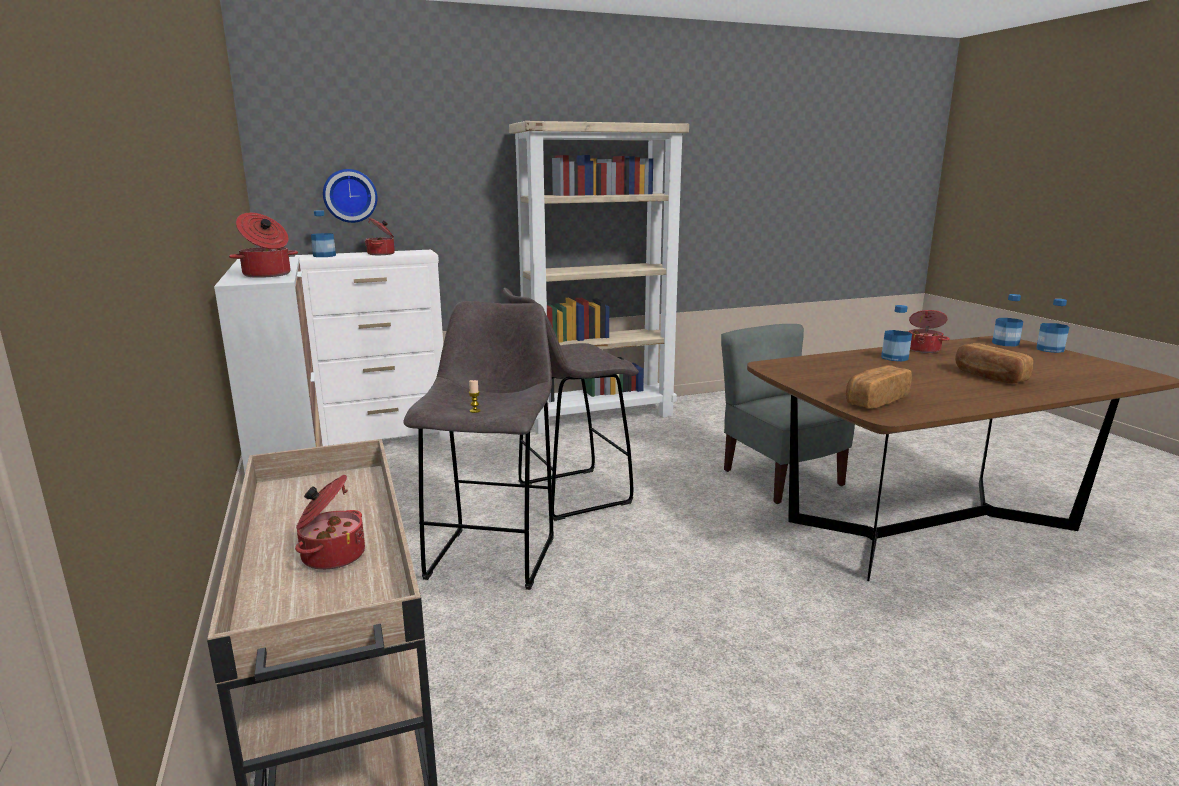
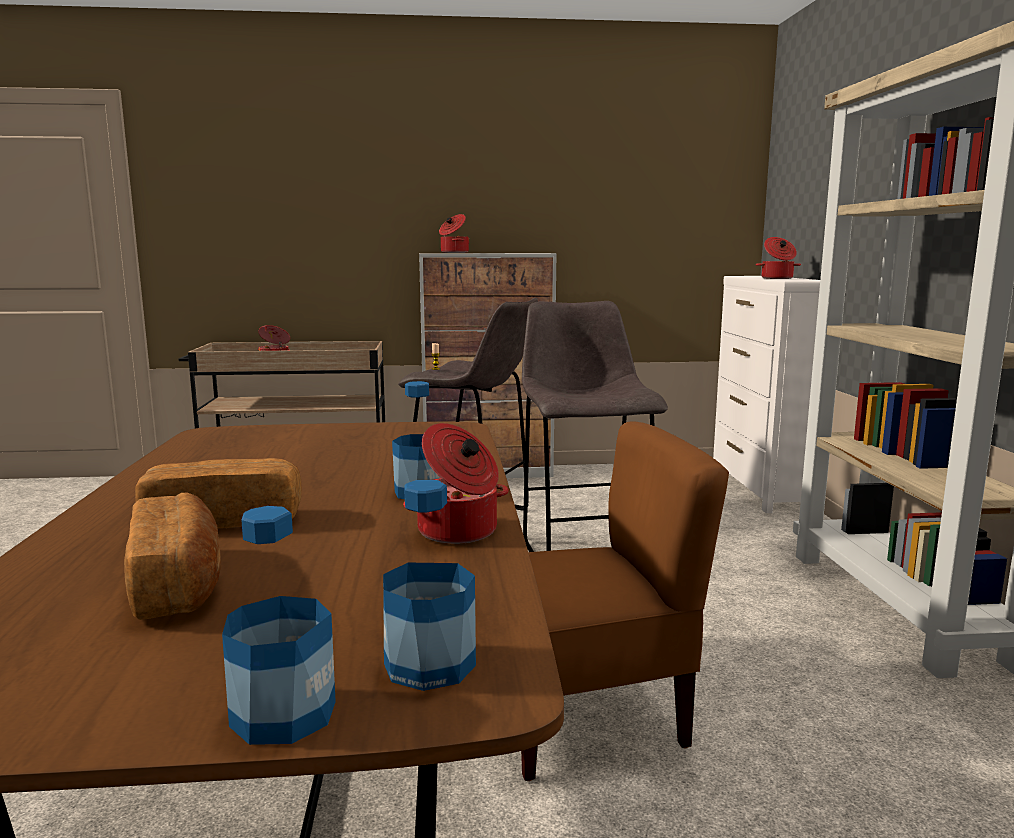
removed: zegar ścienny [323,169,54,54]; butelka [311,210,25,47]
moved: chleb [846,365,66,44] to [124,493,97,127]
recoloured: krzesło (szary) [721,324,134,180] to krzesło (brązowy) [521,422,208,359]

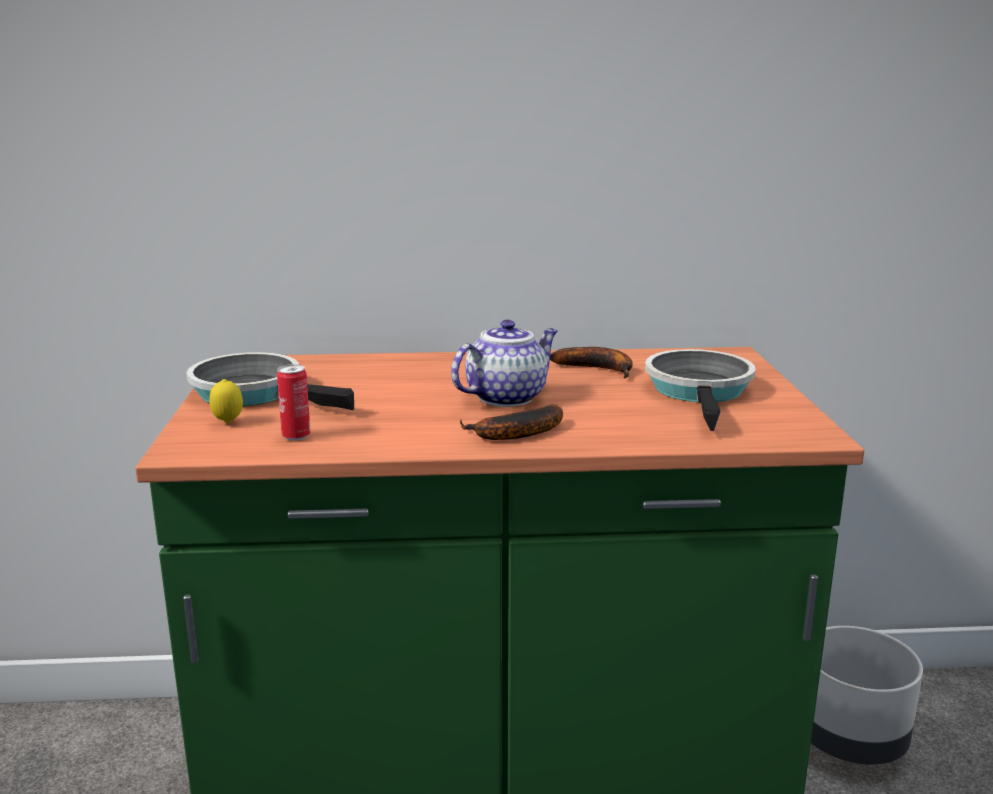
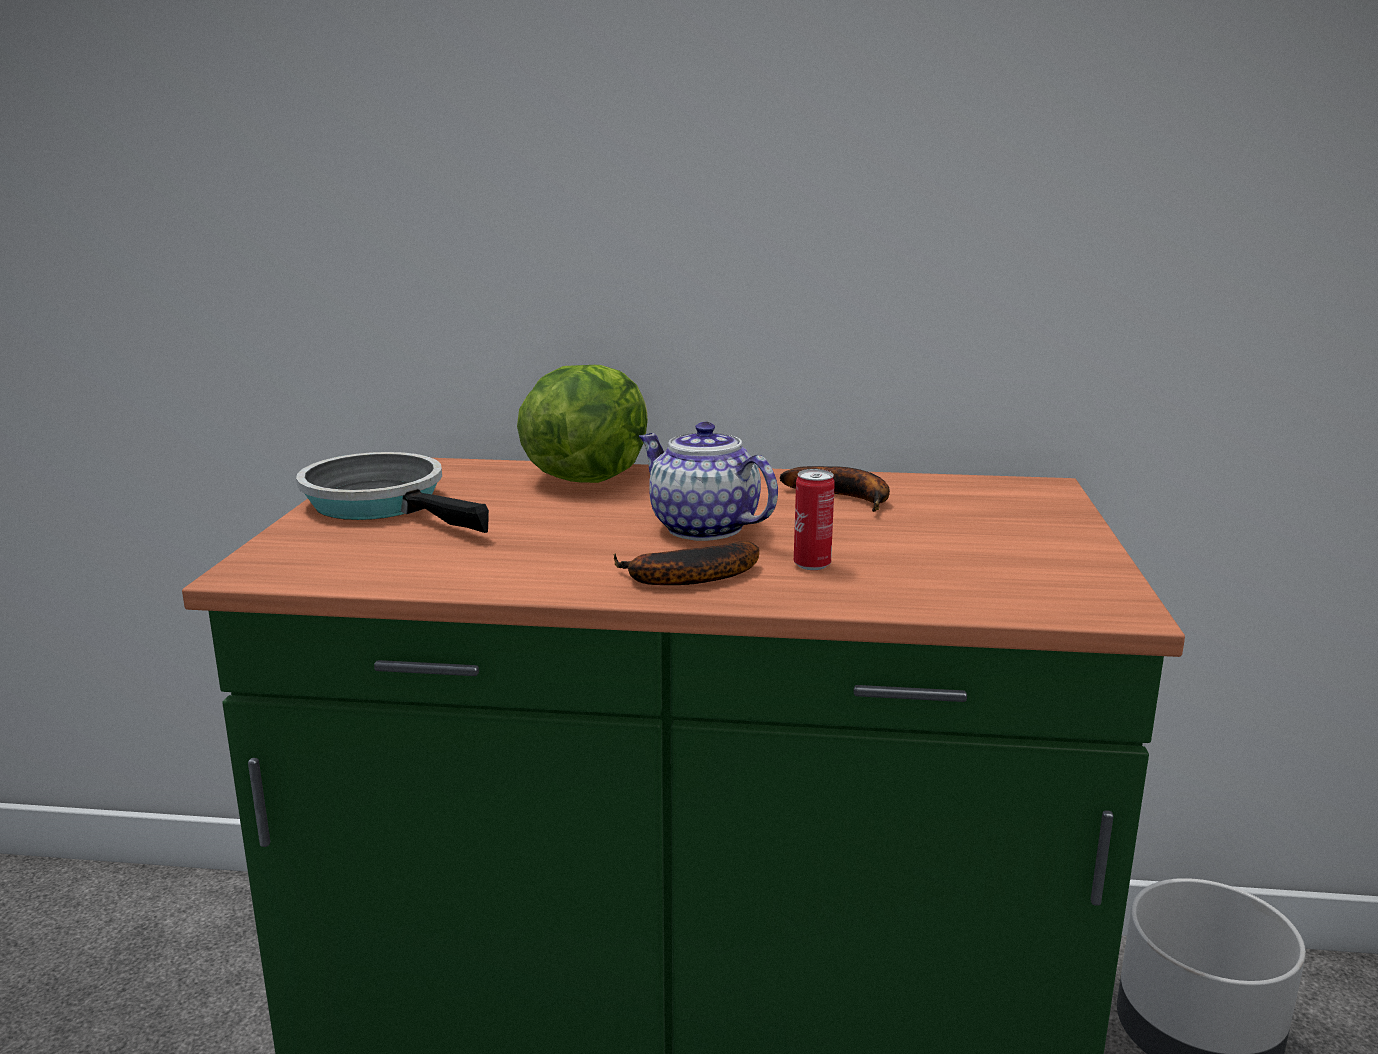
removed: patelnia [645,349,110,82]; cytryna [209,379,34,44]
added: sałata [517,365,131,118]
moved: puszka [277,364,33,77] to [794,469,41,101]
turned: imbryk [451,320,107,87] = [639,422,139,119] 105 degrees counterclockwise

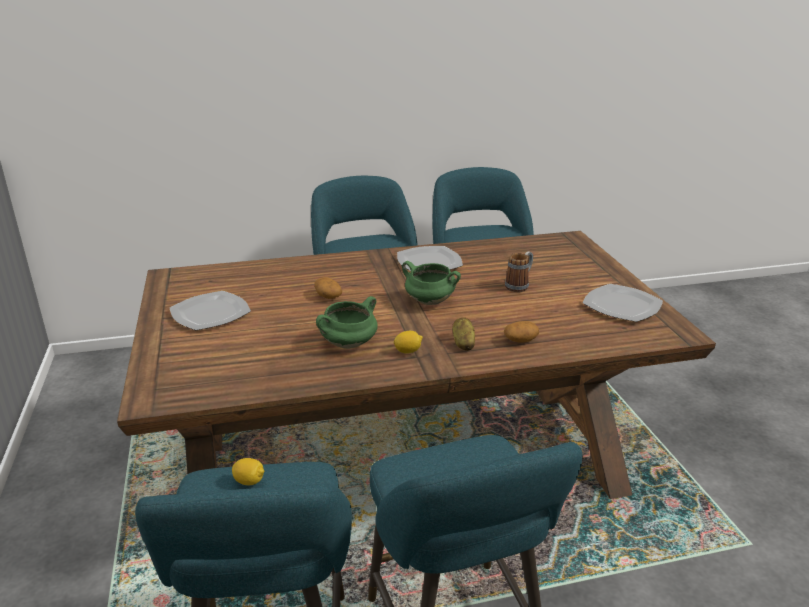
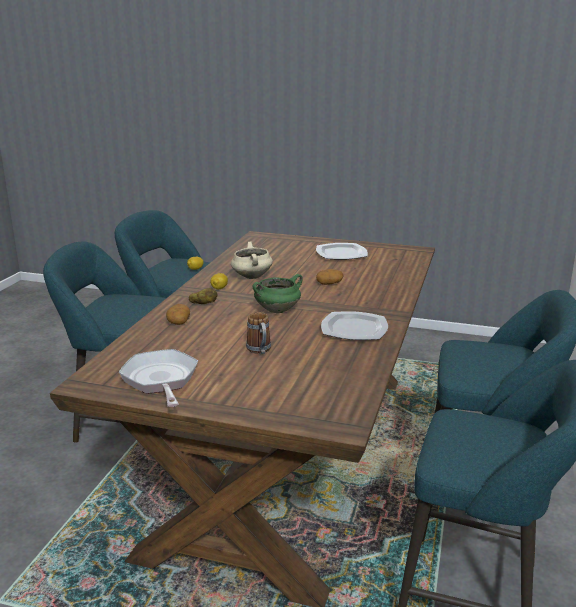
replaced: talerz [583,284,80,38] to patelnia [119,349,79,58]
recoloured: garnek (zielony) [316,296,62,53] to garnek (beżowy) [231,241,42,38]

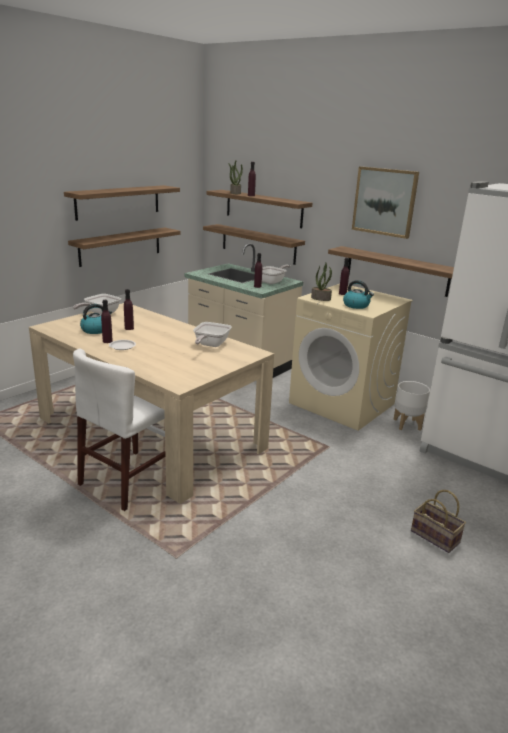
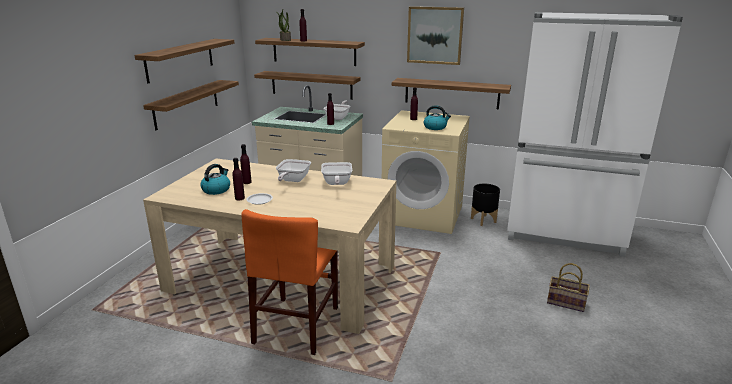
removed: roślina doniczkowa [311,262,21,39]
moved: patelnia [73,294,48,20] to [276,159,35,23]
recoloured: krzesło (biały) [73,348,92,163] to krzesło (pomarańczowy) [241,209,97,146]; donica (biały) [393,381,37,50] to donica (czarny) [471,184,29,42]

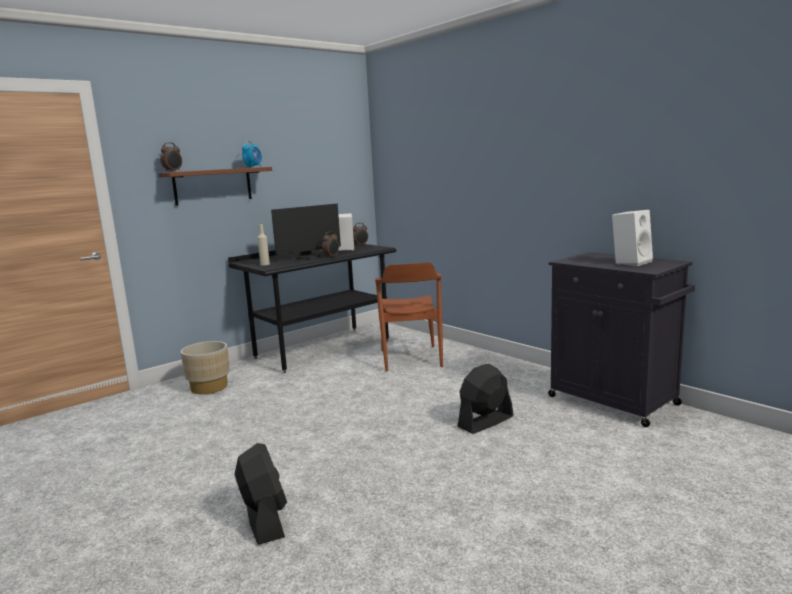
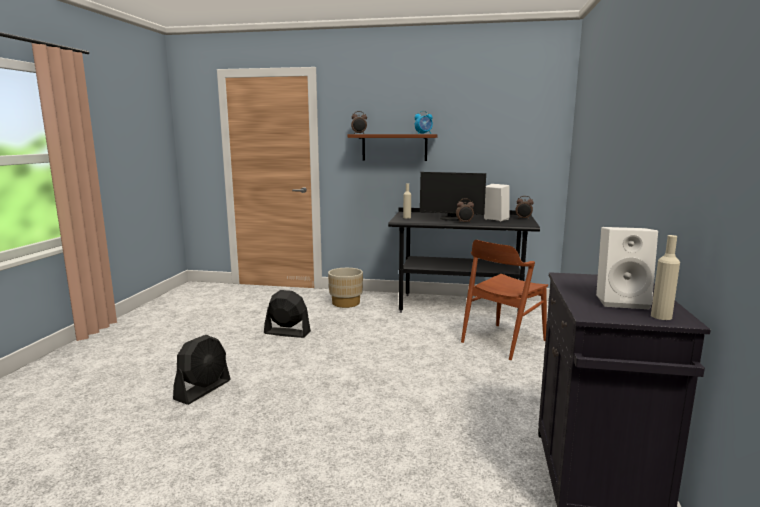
added: butelka (beżowy) [651,235,29,85]
moved: wentylator (czarny) [457,364,56,70] to [264,290,47,48]

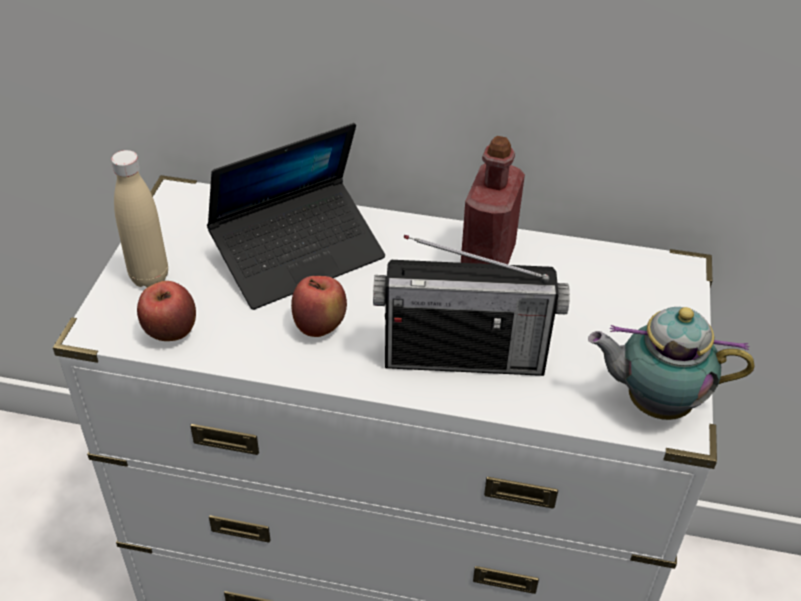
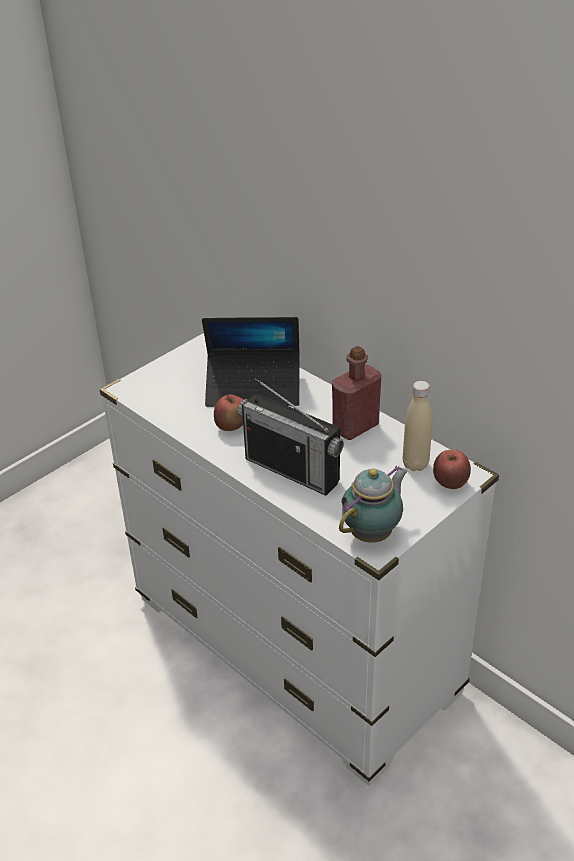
moved: butelka (beżowy) [111,150,57,137] to [403,381,29,90]; jabłko [137,281,59,60] to [433,450,38,39]
turned: imbryk [588,307,167,113] = [339,465,69,78] 90 degrees clockwise

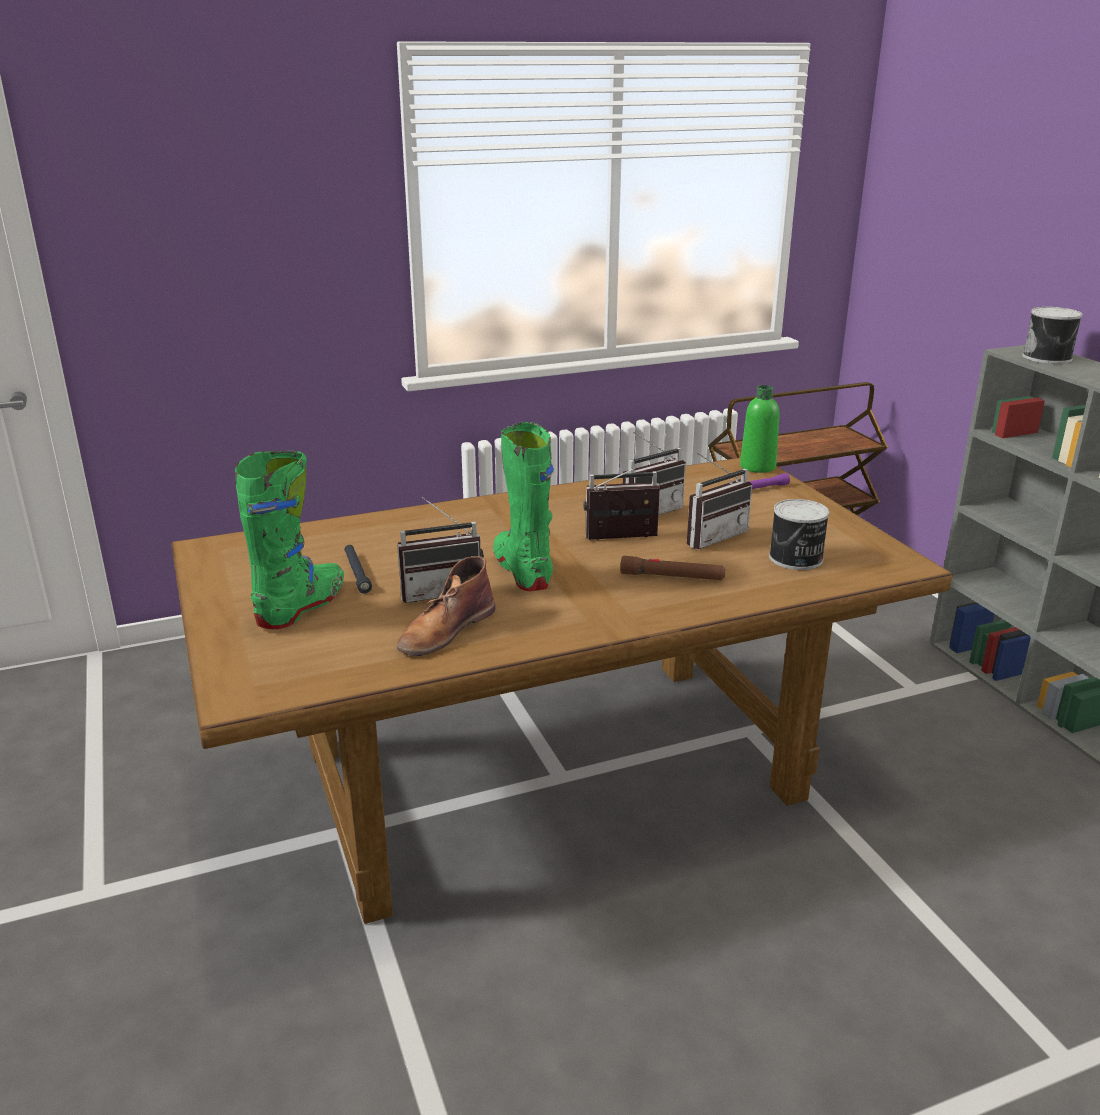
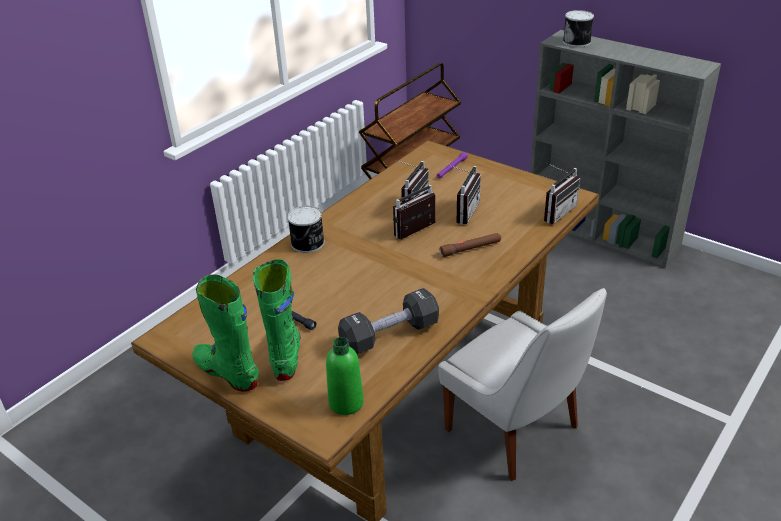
added: krzesło (biały) [438,288,169,193]
moved: butelka (zielony) [740,385,39,88] to [326,337,38,78]; but z cholewką (zielony) [493,422,61,170] to [193,274,66,118]; radio [397,497,87,106] to [544,163,36,61]; puszka [769,499,60,71] to [287,206,38,47]
replaced: but z cholewką (brązowy) [397,556,98,100] to hantel (czarny) [338,288,101,66]

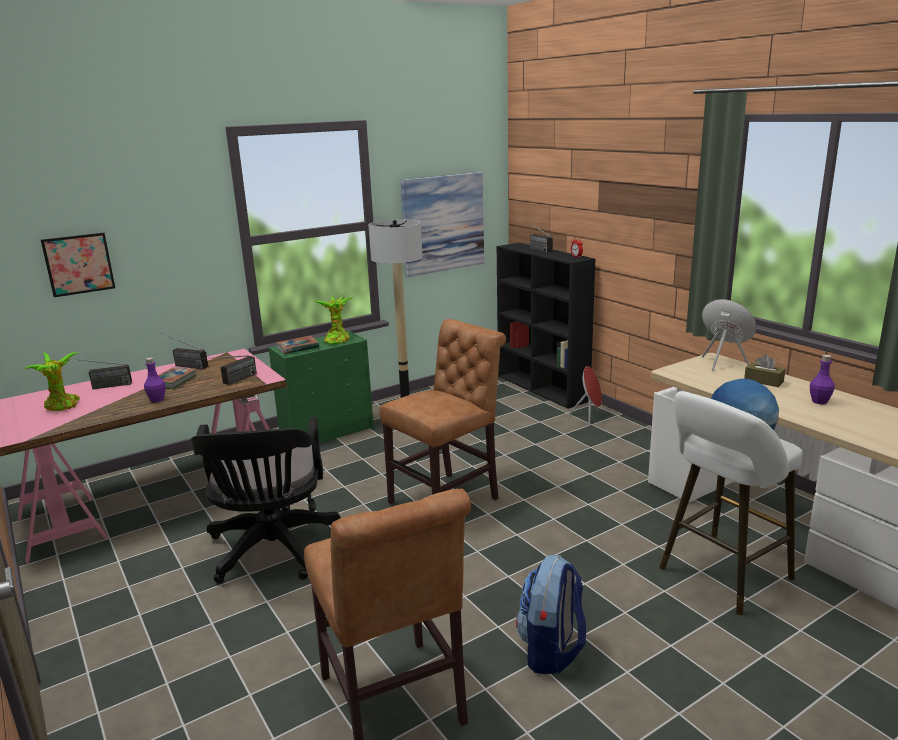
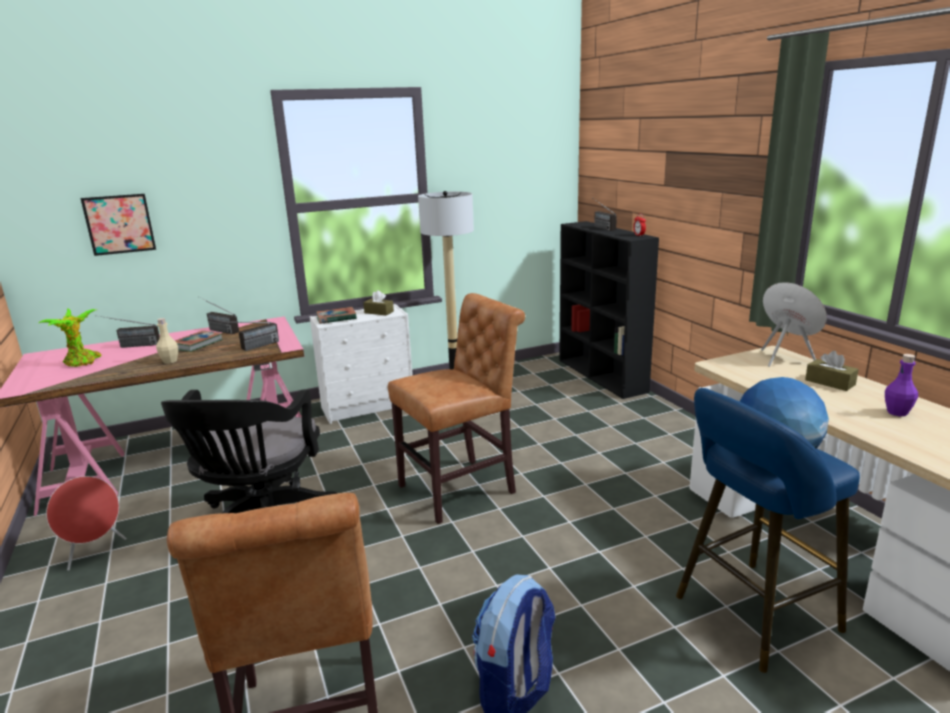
removed: obraz [401,172,83,105]
moved: głośnik (czerwony) [569,366,33,60] to [46,476,80,95]
replaced: roślina doniczkowa [315,296,38,48] to pudełko chusteczek (brązowy) [363,290,31,26]
recoloured: komoda (zielony) [268,330,106,113] to komoda (biały) [310,304,103,120]; butelka (fioletowy) [144,357,21,45] to butelka (beżowy) [156,318,22,46]; stołek (biały) [659,391,143,224] to stołek (niebieski) [676,388,184,285]

